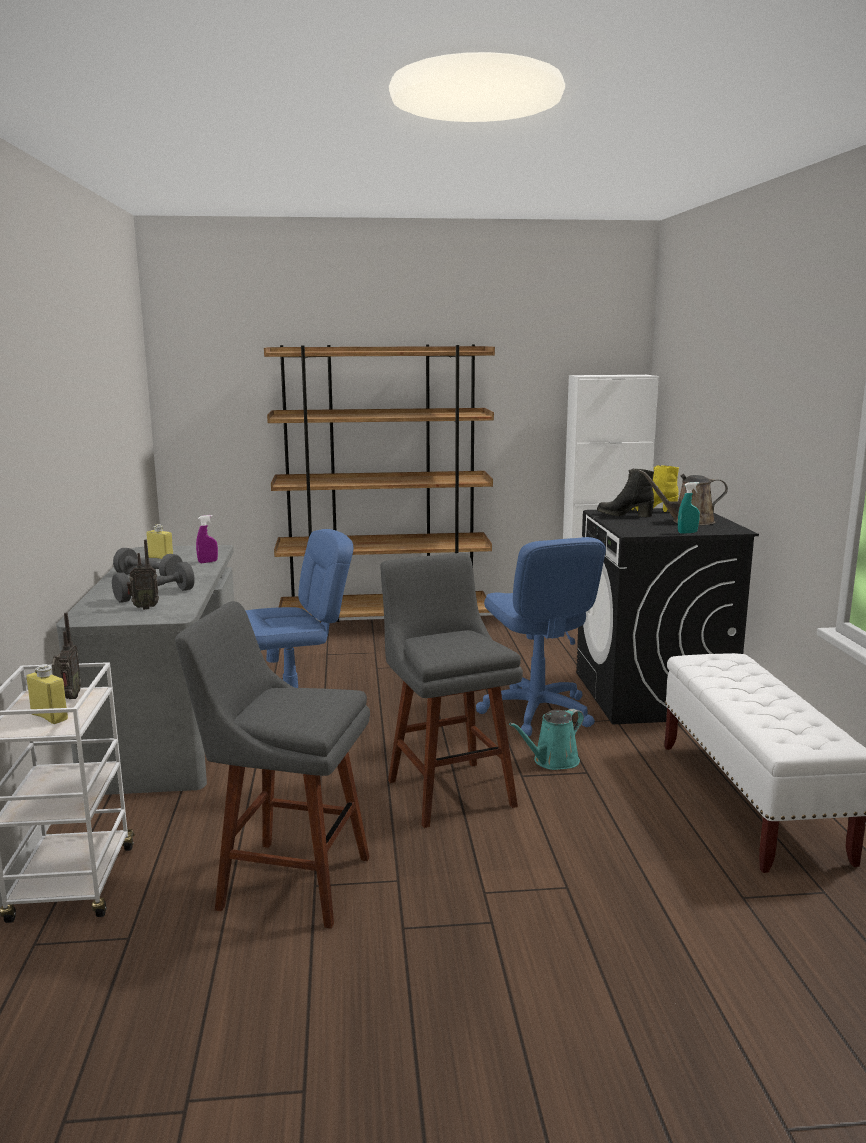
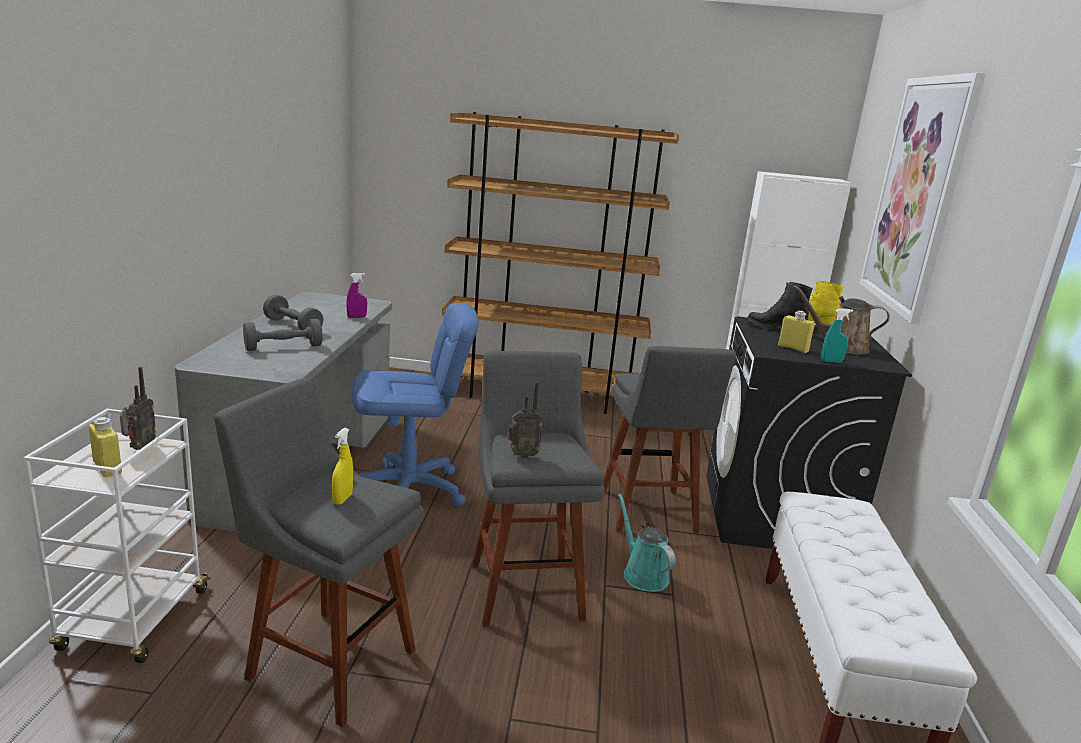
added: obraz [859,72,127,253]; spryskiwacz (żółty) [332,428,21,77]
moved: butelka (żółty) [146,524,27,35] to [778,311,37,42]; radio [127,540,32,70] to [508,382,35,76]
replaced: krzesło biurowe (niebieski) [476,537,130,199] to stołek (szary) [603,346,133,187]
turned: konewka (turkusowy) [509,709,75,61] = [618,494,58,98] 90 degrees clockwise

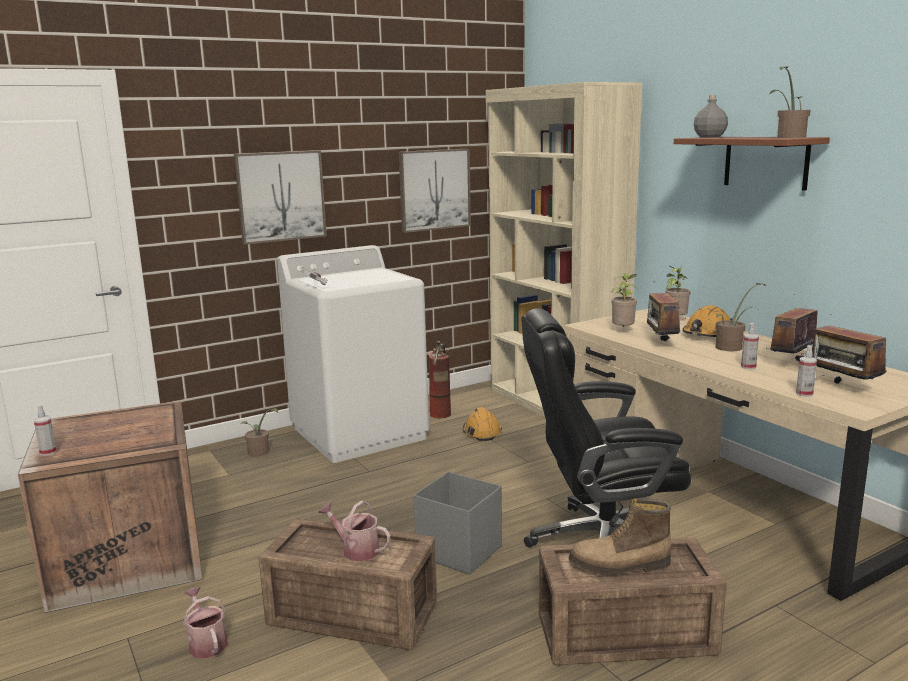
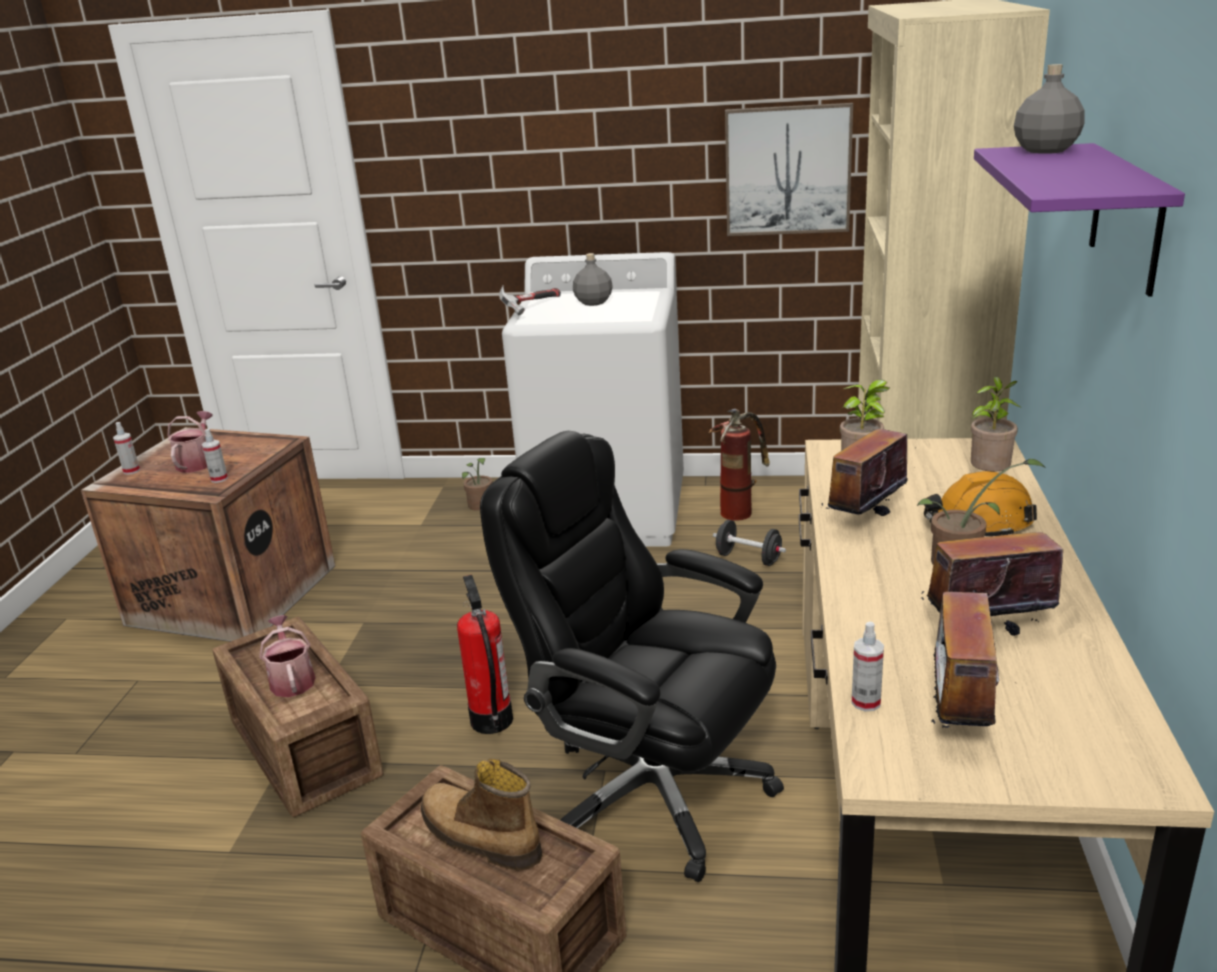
removed: roślina doniczkowa [769,66,41,72]; obraz [234,151,93,94]
added: butelka (szary) [573,253,40,53]
moved: spryskiwacz [741,323,18,47] to [202,428,26,55]; konewka [183,587,44,71] to [167,411,46,62]
replaced: kask (pomarańczowy) [463,407,39,34] to hantel (czarny) [713,520,73,46]; pojemnik do przechowywania (szary) [413,472,89,103] to gaśnica [457,575,56,159]
recoloured: półka (brązowy) [674,137,156,54] to półka (fioletowy) [974,143,211,154]

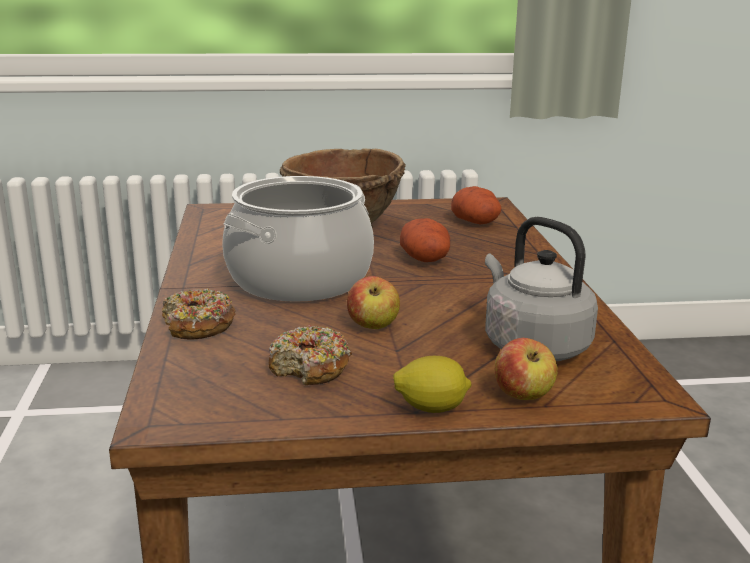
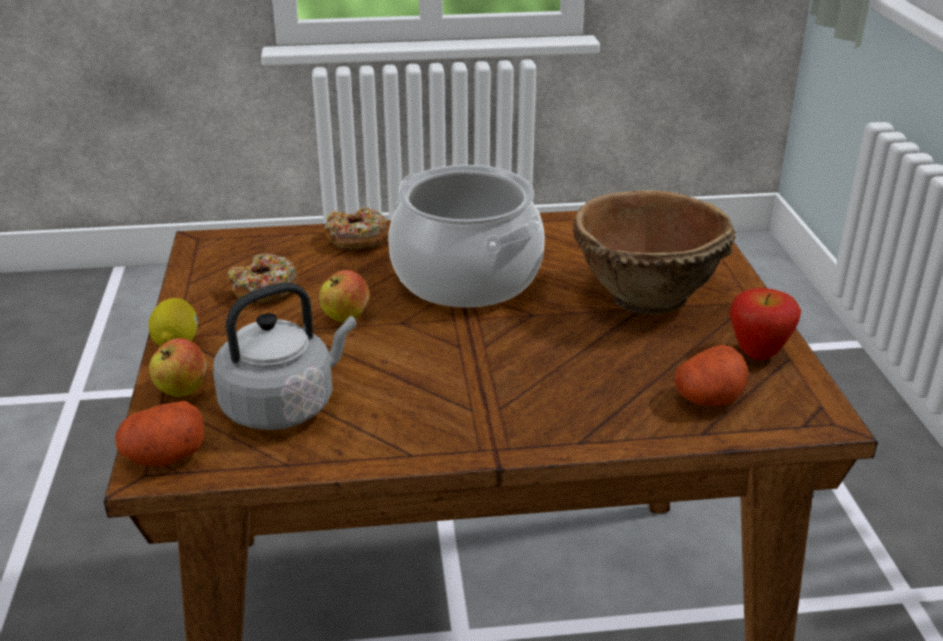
added: jabłko [729,288,72,72]
moved: ziemniak [400,218,50,44] to [115,401,89,65]

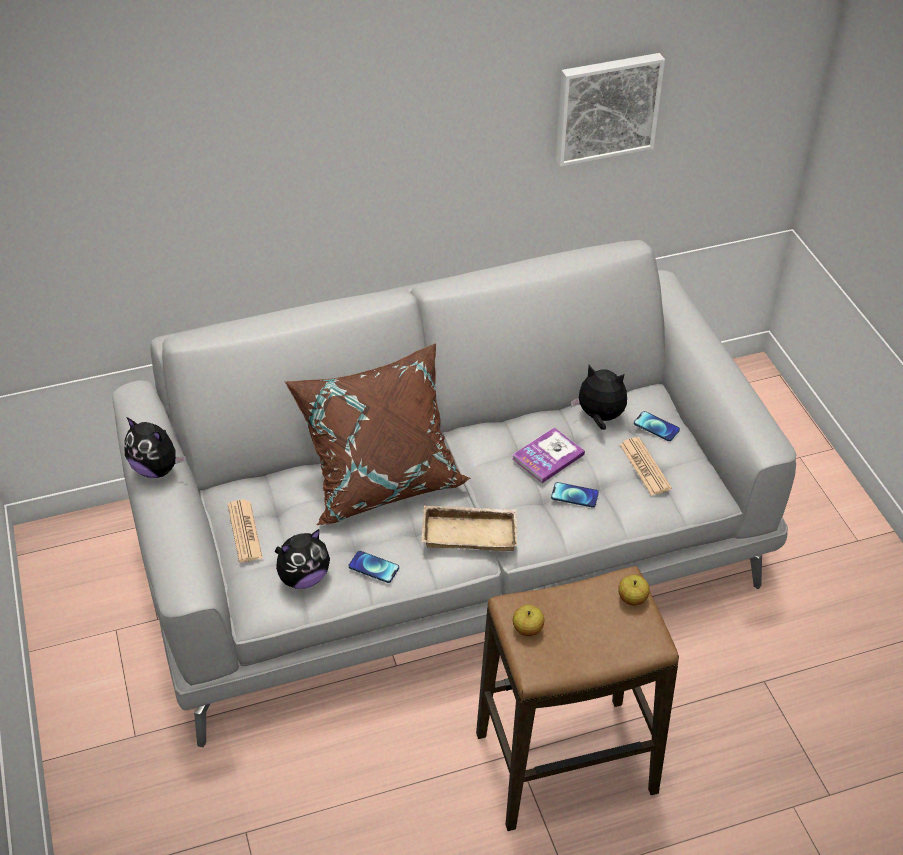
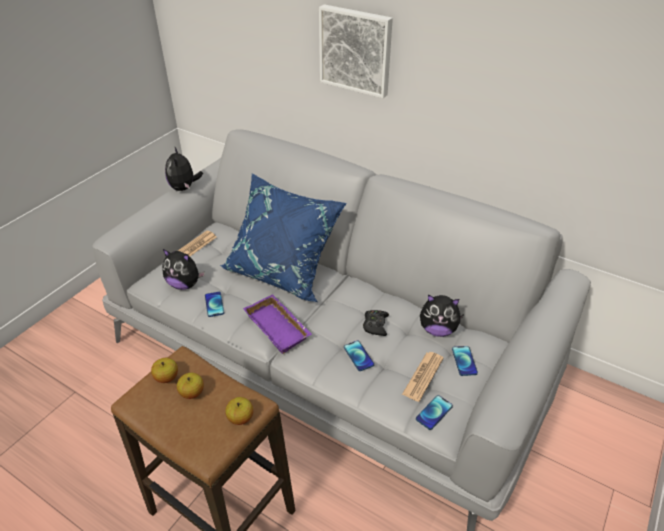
added: jabłko [177,373,27,26]; telefon [416,395,37,35]
moved: obraz [556,53,109,114] to [319,4,74,94]
replaced: książka [513,427,72,56] to pad do gier (czarny) [363,310,26,26]
recoloured: poduszka (brązowy) [285,343,186,182] to poduszka (niebieski) [220,173,127,129]; taca (beżowy) [421,505,96,46] to taca (fioletowy) [243,294,69,60]
turned: pluszak [571,365,56,65] = [420,294,44,43] 120 degrees clockwise

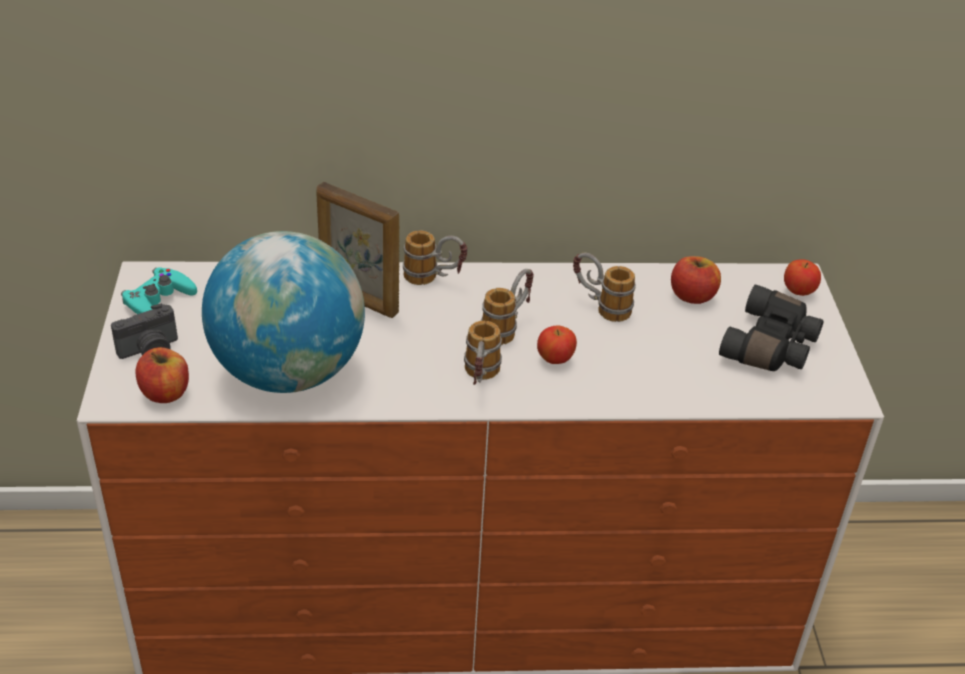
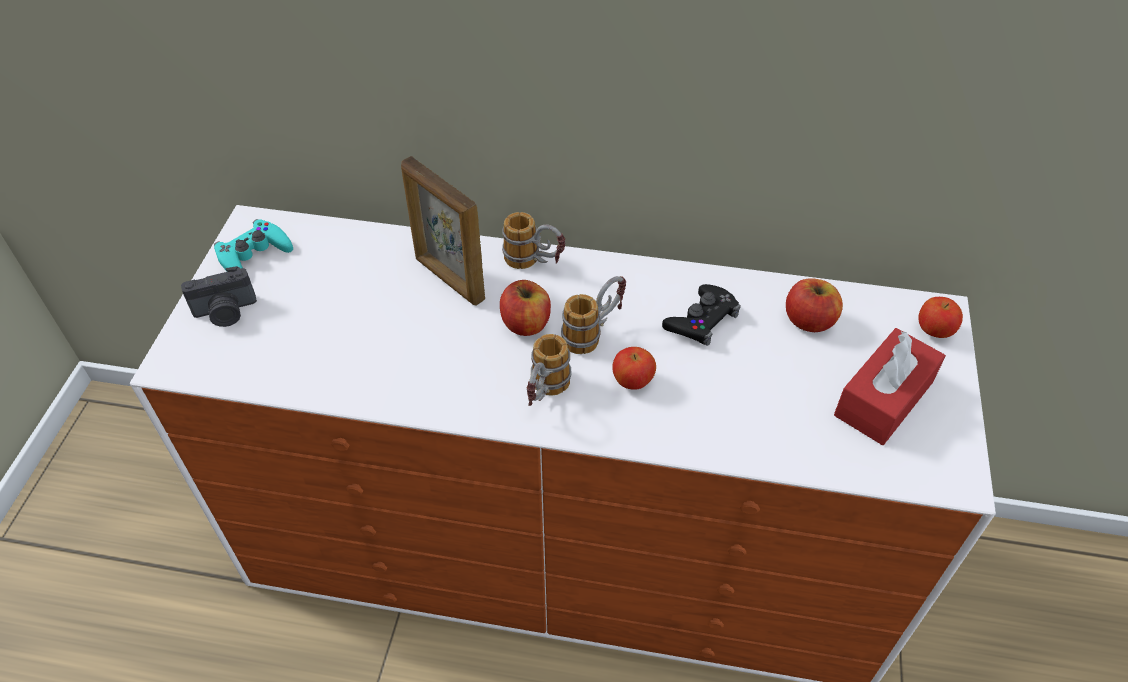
removed: globus [202,231,163,162]
moved: jabłko [135,347,54,56] to [500,280,51,56]
replaced: kubek [573,253,63,69] to pad do gier (czarny) [662,284,79,62]; lornetka (czarny) [719,285,105,86] to pudełko chusteczek (czerwony) [834,328,112,117]

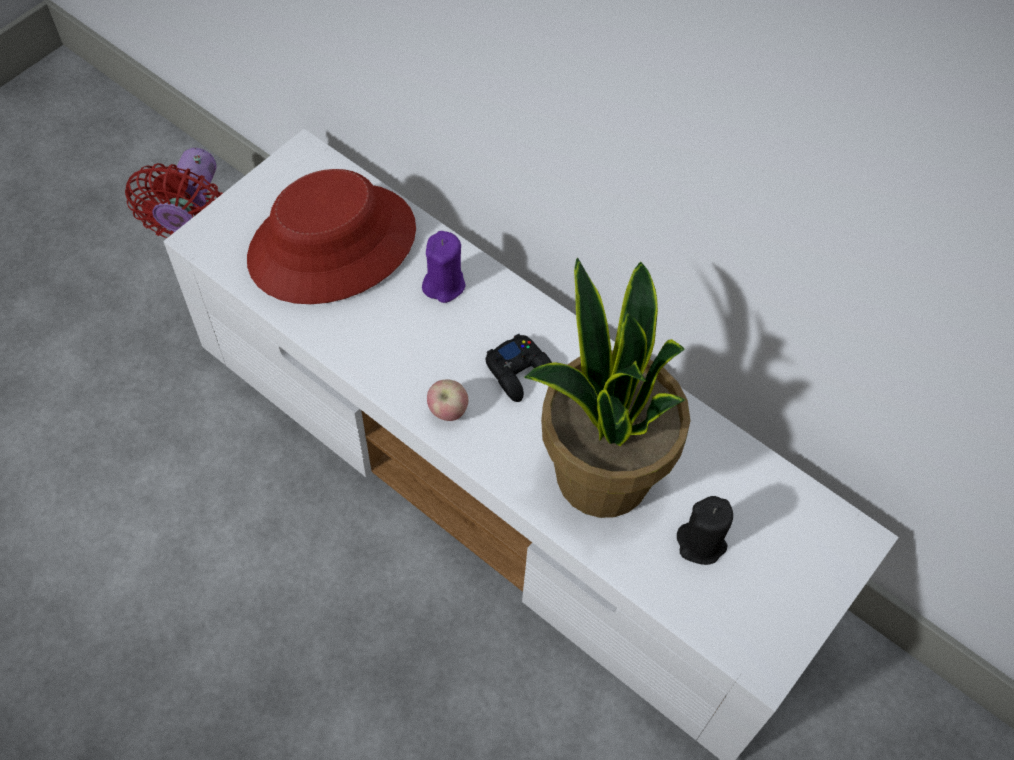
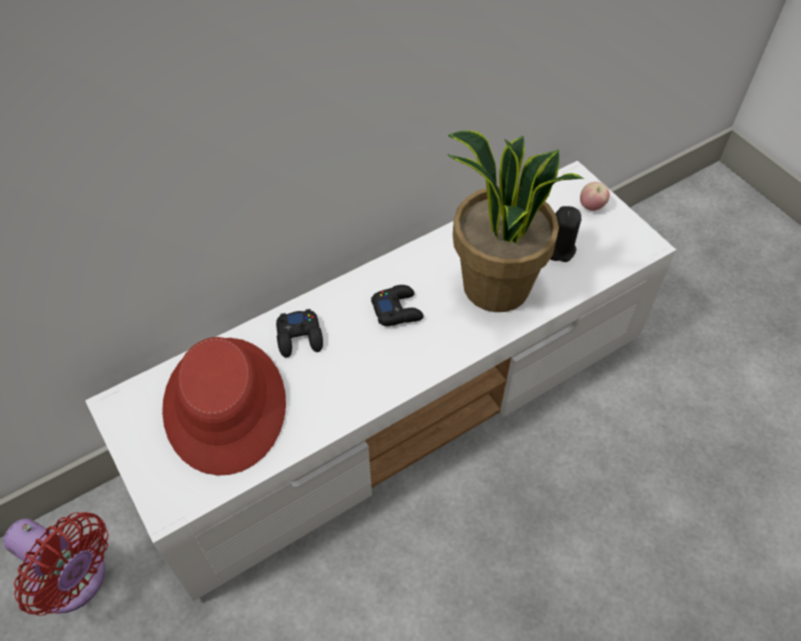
moved: jabłko [427,379,41,42] to [580,182,30,29]
replaced: świeca (fioletowy) [422,231,44,72] to pad do gier (czarny) [276,309,47,49]

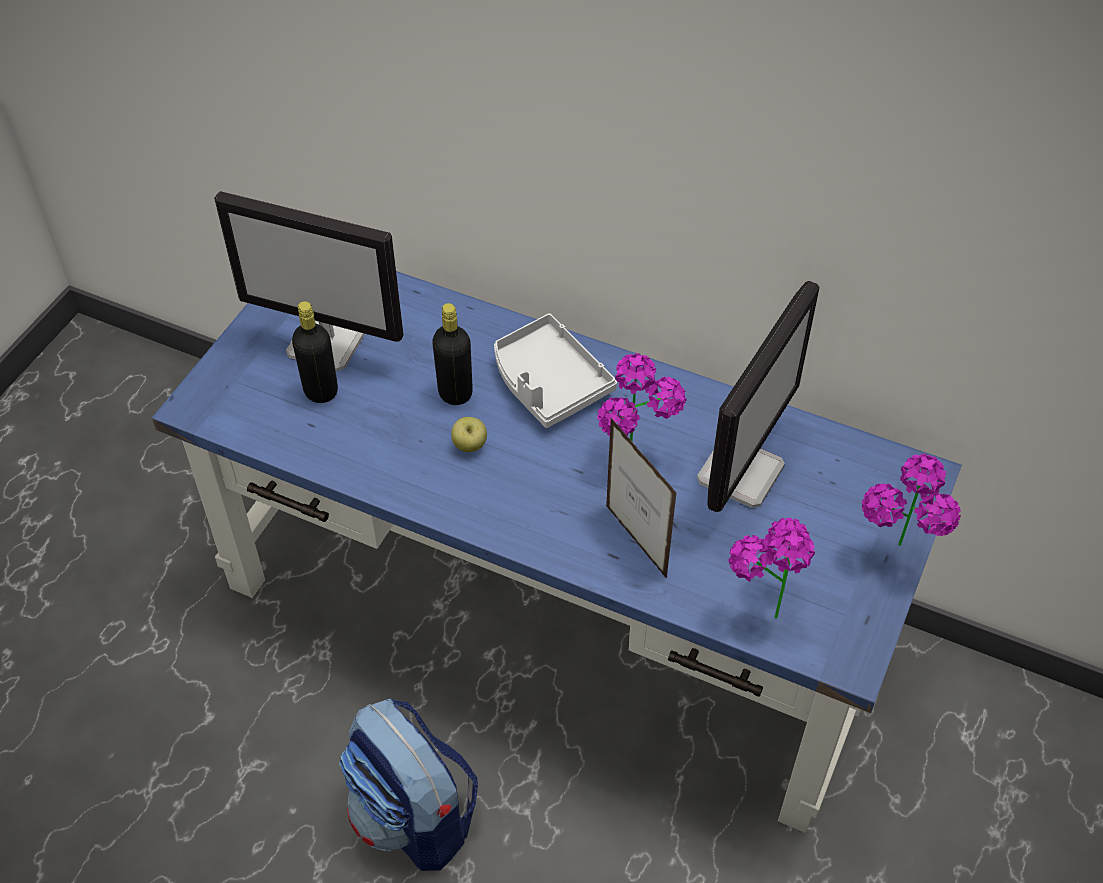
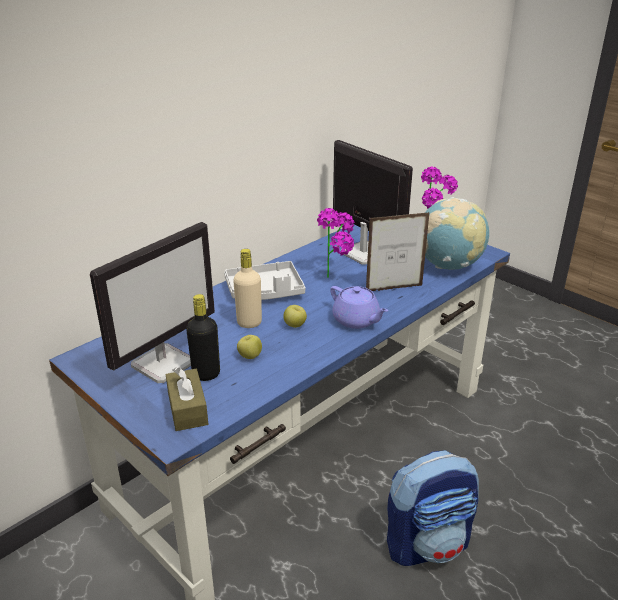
added: imbryk (fioletowy) [330,286,58,43]; jabłko [237,335,25,24]; pudełko chusteczek (brązowy) [166,367,42,64]
replaced: roślina doniczkowa [728,518,87,100] to globus [425,197,64,73]
recoloured: butelka (czarny) [432,303,41,102] to butelka (beżowy) [233,249,29,79]

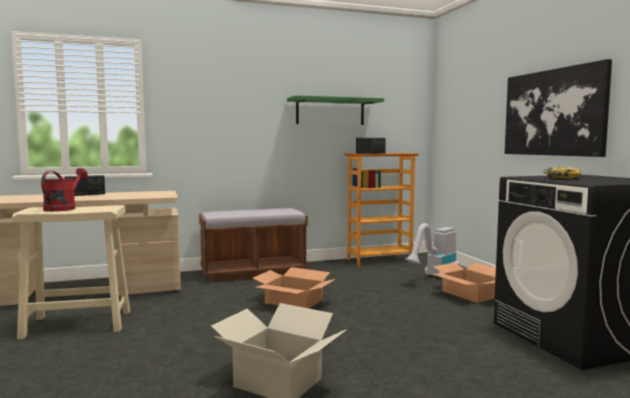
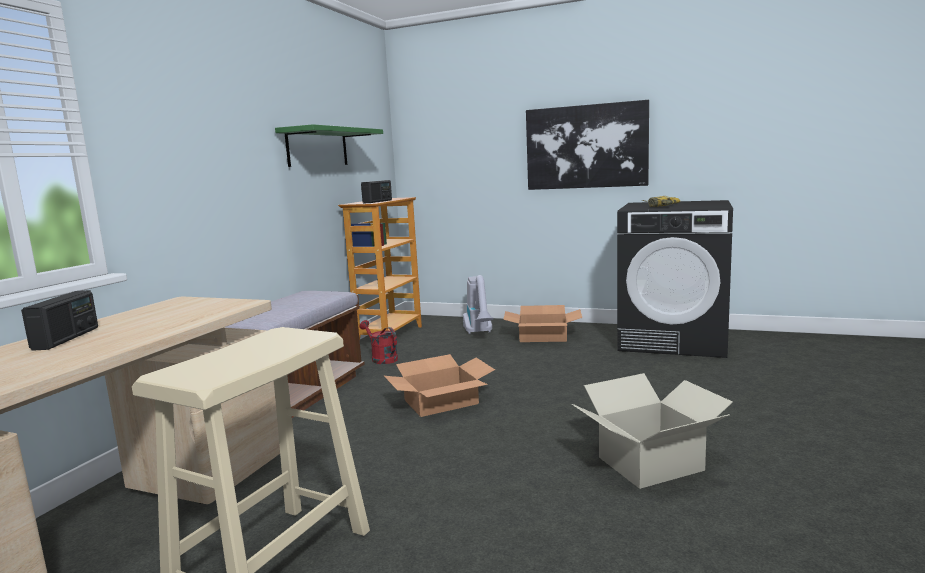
moved: konewka (czerwony) [41,168,47,44] to [359,320,39,44]

